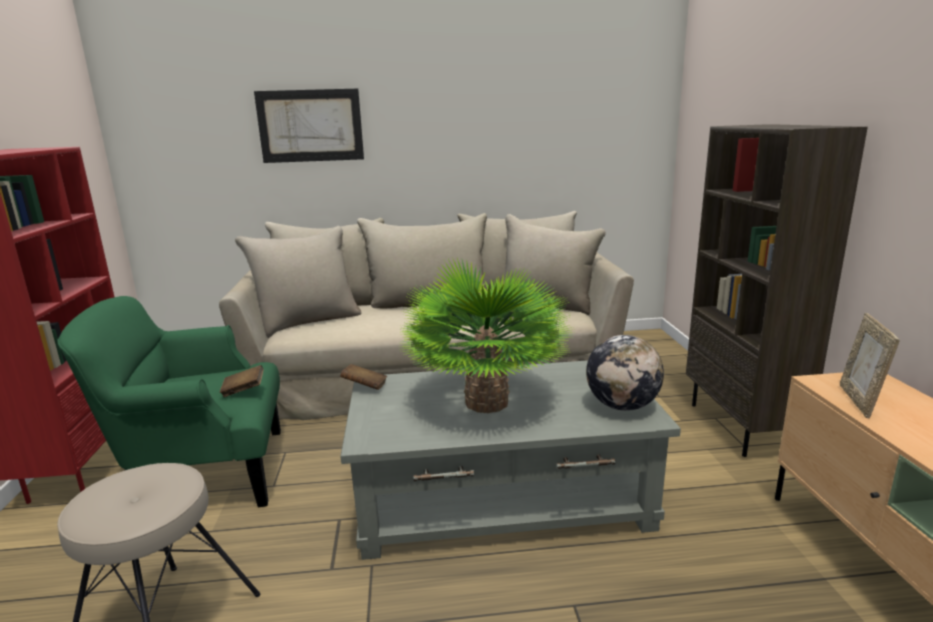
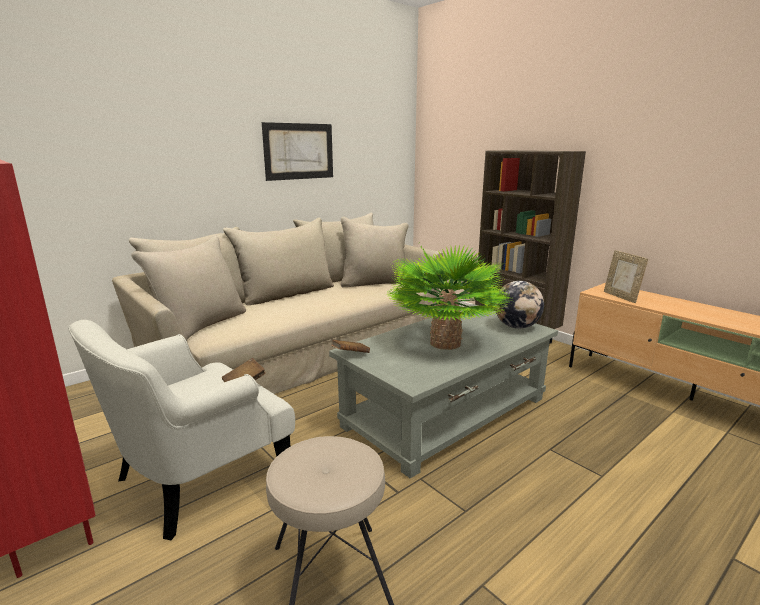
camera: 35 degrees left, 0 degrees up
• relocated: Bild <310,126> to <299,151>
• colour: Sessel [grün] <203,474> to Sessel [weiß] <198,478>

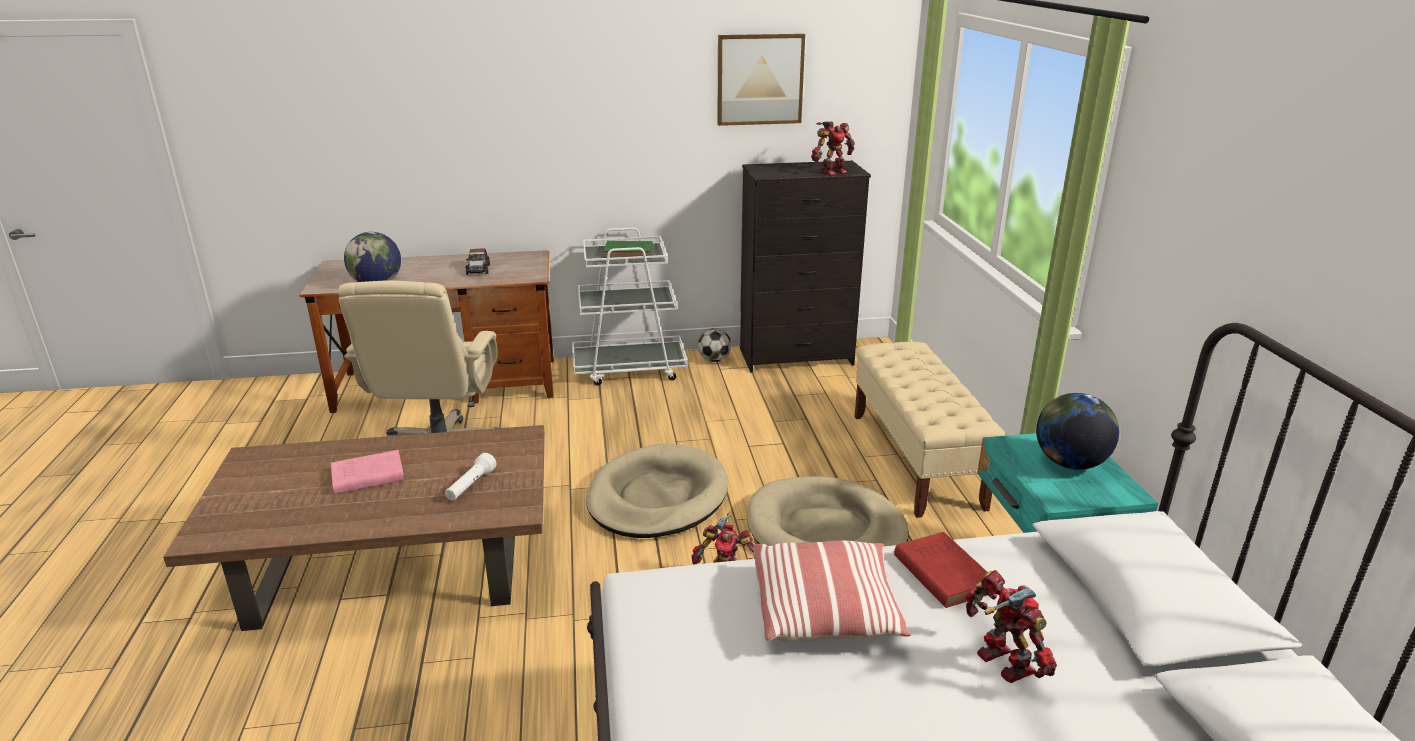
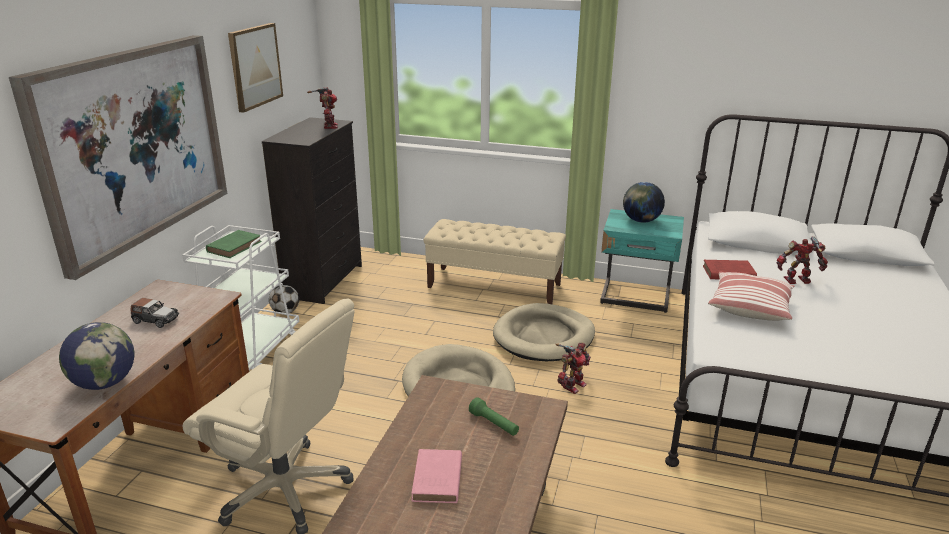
camera: 65 degrees left, 0 degrees up
• colour: Taschenlampe [weiß] <470,486> to Taschenlampe [grün] <494,424>
• appeared: Bild <134,146>

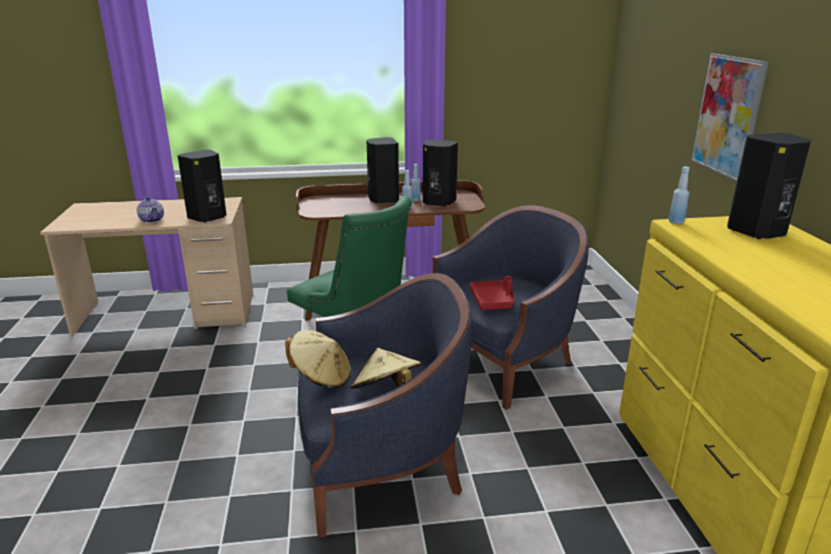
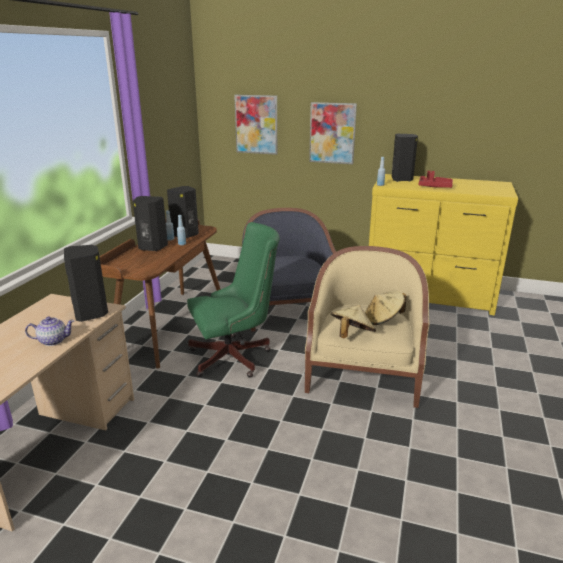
camera: 65 degrees left, 0 degrees up
• colour: Sessel [blau] <380,464> to Sessel [beige] <363,374>
• relocated: Tablett [rot] <493,301> to <434,186>
• appeared: Bild <256,124>

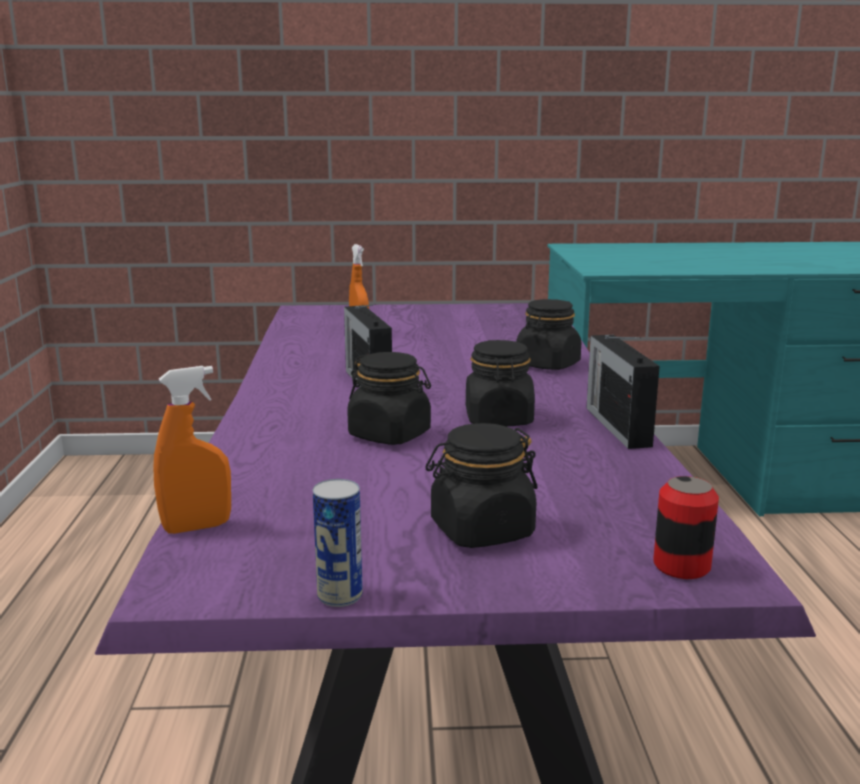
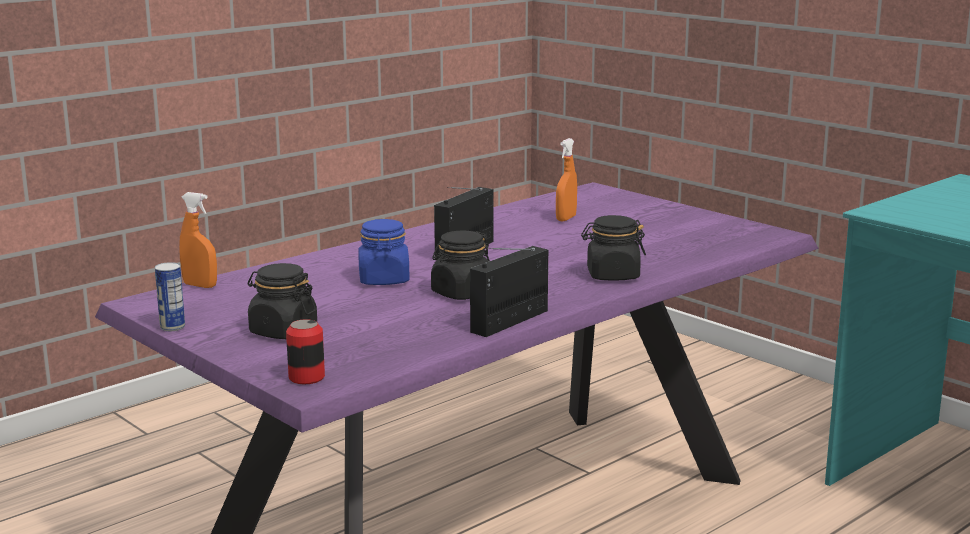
camera: 50 degrees right, 0 degrees up
• colour: Vorratsglas [schwarz] <390,435> to Vorratsglas [blau] <384,280>

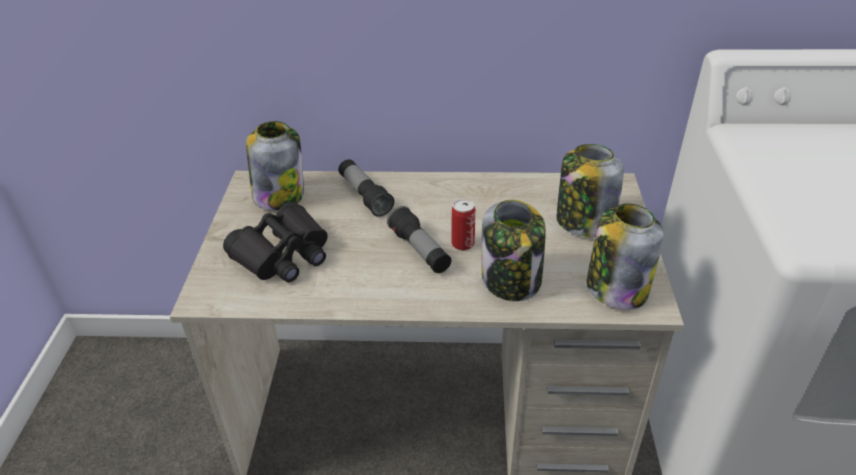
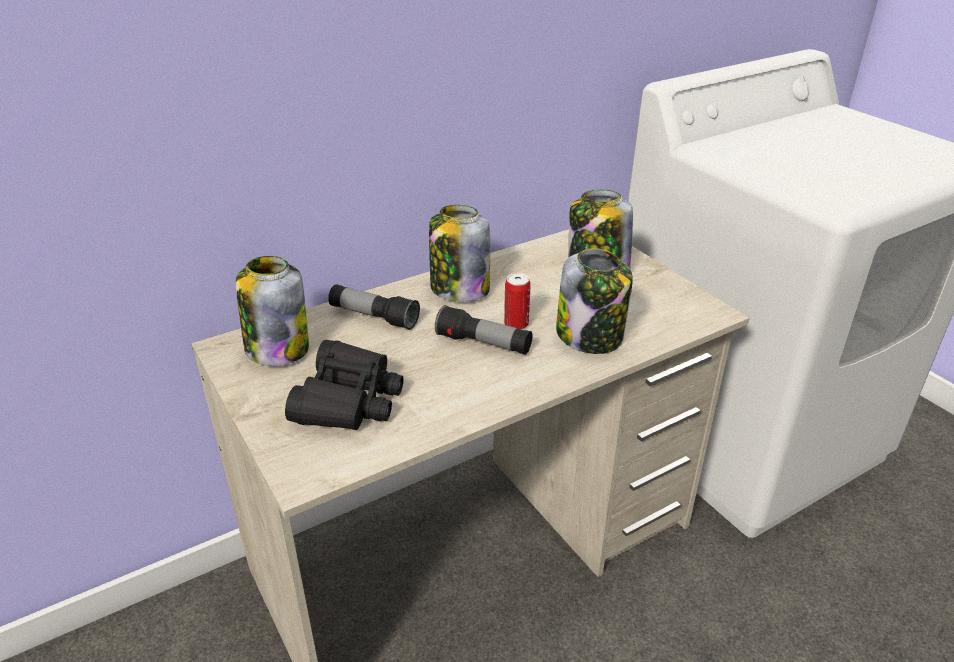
camera: 35 degrees left, 5 degrees down
• relocated: Vorratsglas <616,288> to <459,289>

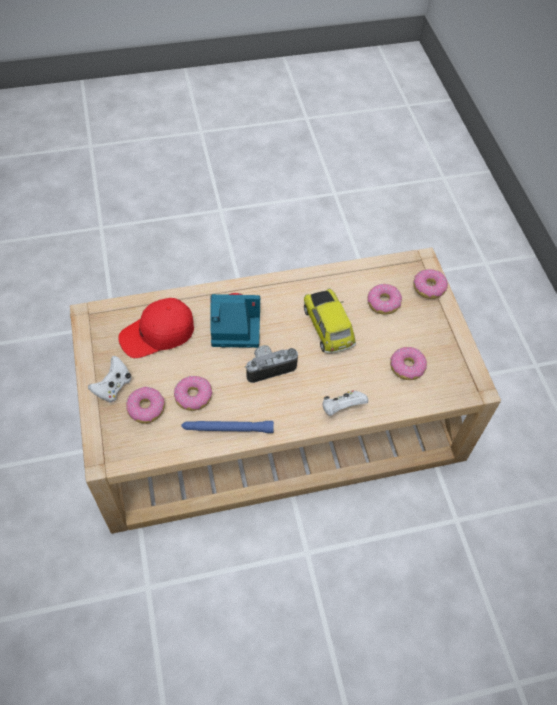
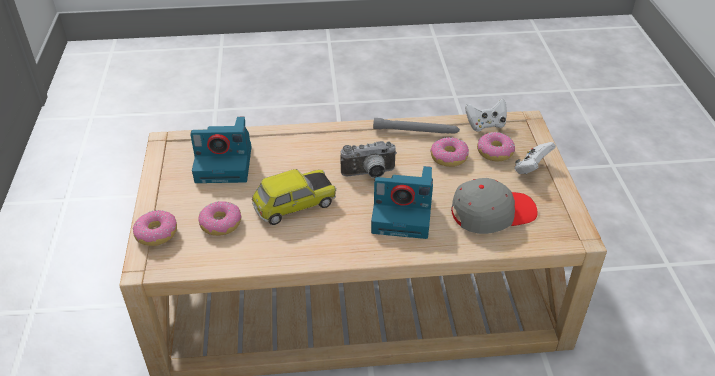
camera: 170 degrees left, 15 degrees down
• spun: Spielzeugauto <329,327> = <294,205> 105 degrees counterclockwise
• colour: Kappe [rot] <158,334> to Kappe [grau] <492,213>
• exchanged: Donut <407,367> to Kamera <225,163>
• relocated: Gamepad [weiß] <341,408> to <485,125>
• colour: Taschenlampe [blau] <227,429> to Taschenlampe [grau] <416,131>

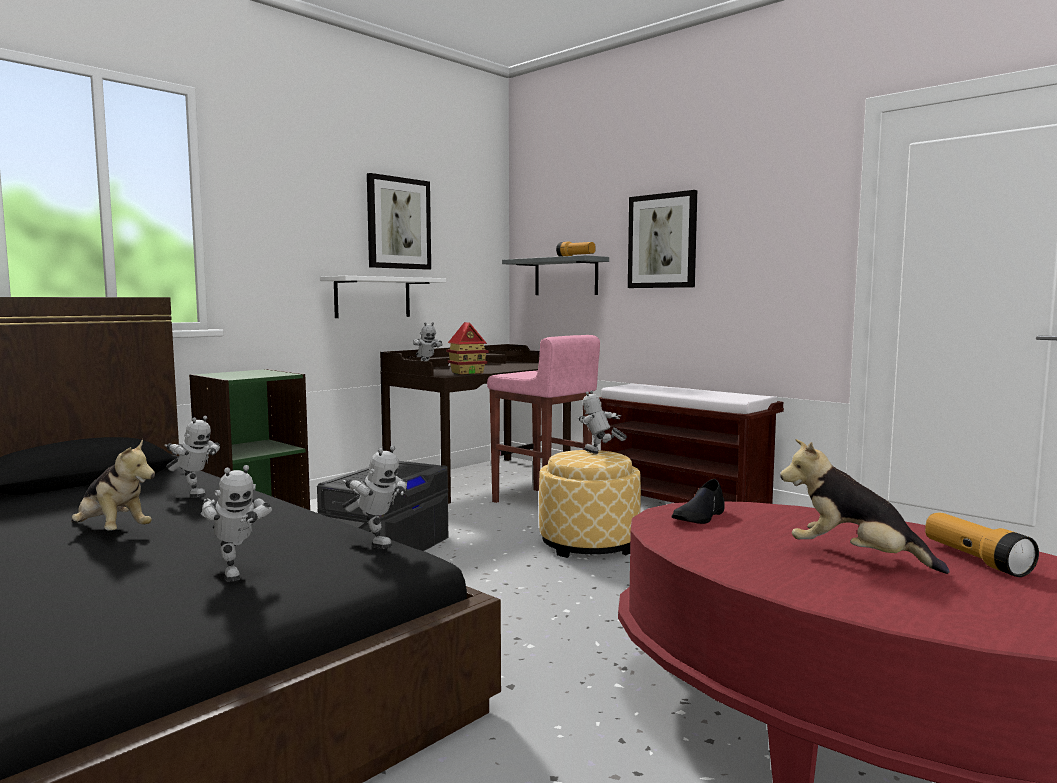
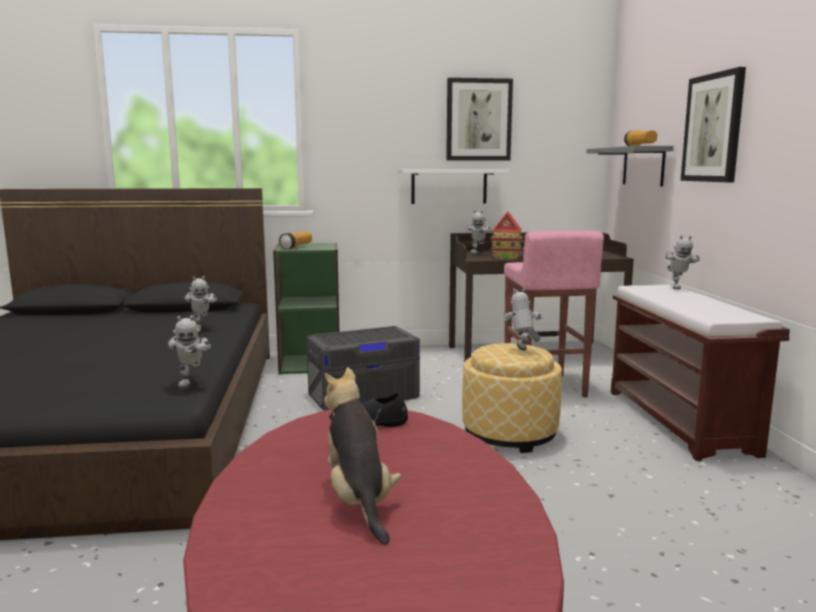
camera: 40 degrees right, 5 degrees up
• missing: Plüschtier <111,532>
• relocated: Spielzeugroboter <235,572> to <677,288>
• relocated: Taschenlampe <975,559> to <296,247>

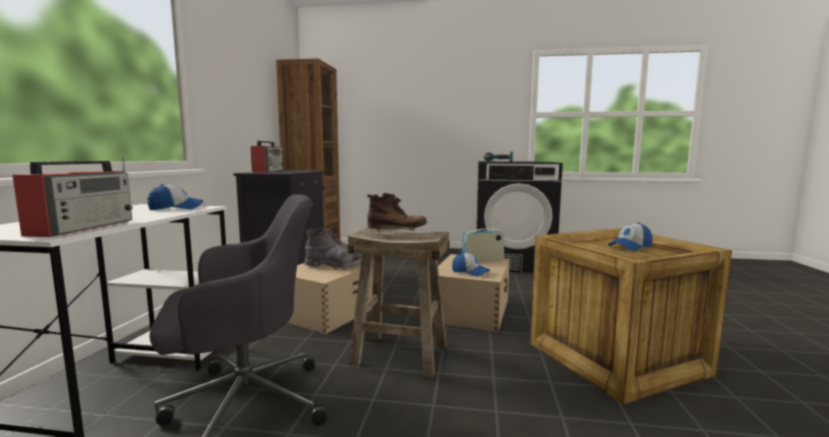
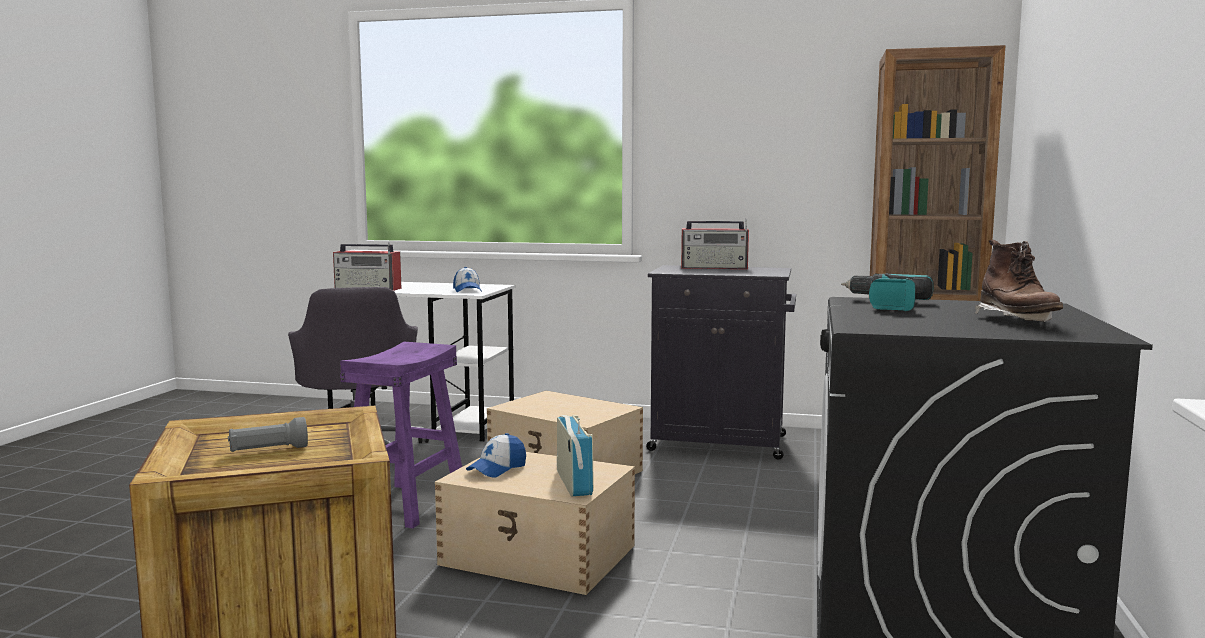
camera: 95 degrees right, 0 degrees up
• relocated: Stiefel [braun] <396,233> to <1017,321>
• exchanged: Kappe <630,247> to Taschenlampe [grau] <268,450>
• colour: Hocker [beige] <399,355> to Hocker [lila] <405,504>
• missing: Stiefel [grau] <335,266>

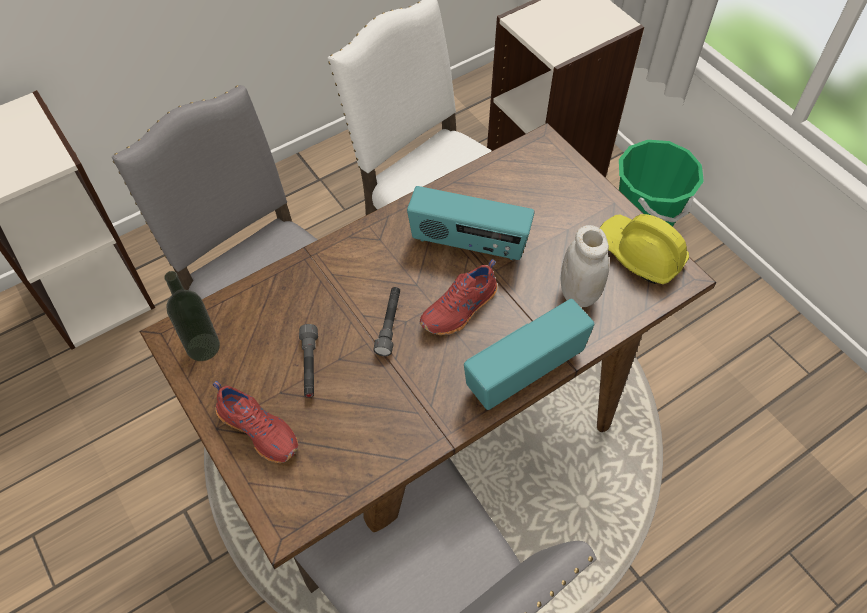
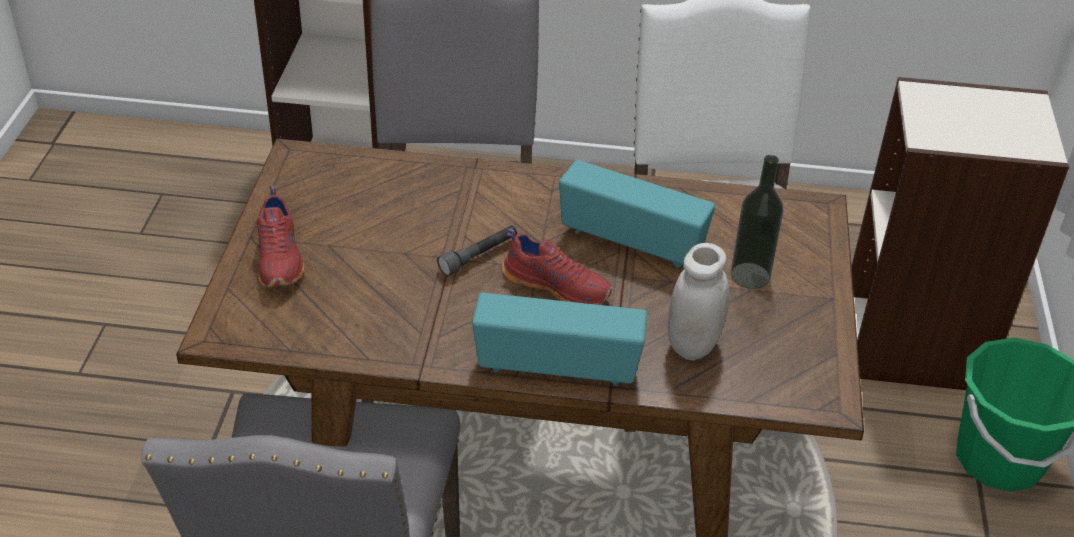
camera: 40 degrees right, 15 degrees down
• spun: Radio <468,243> = <632,241> 150 degrees clockwise
• missing: Schutzhelm [gelb] <639,254>
• spun: Schuh [rot] <460,310> = <557,285> 150 degrees counterclockwise
• relocated: Flasche <203,347> to <750,275>
• missing: Taschenlampe [grau] <310,366>

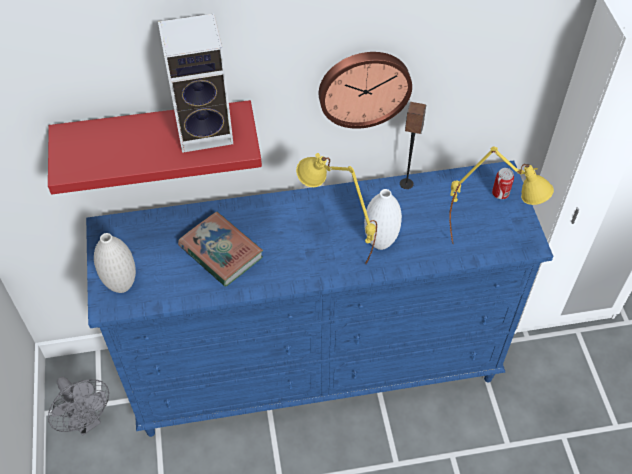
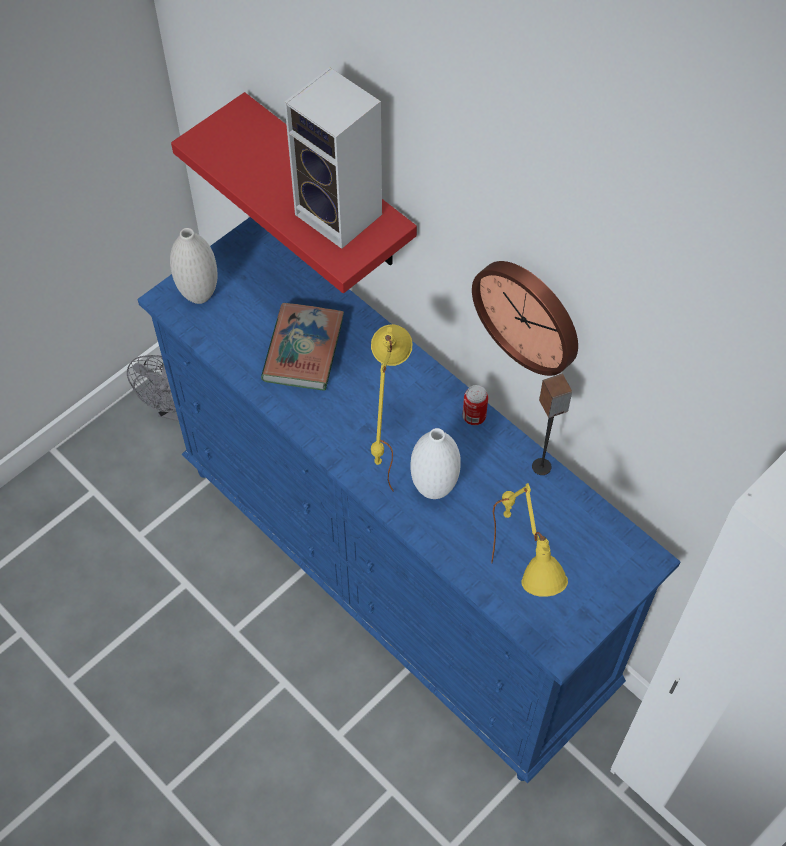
camera: 55 degrees right, 5 degrees up
• relocated: Dose <500,194> to <474,417>

